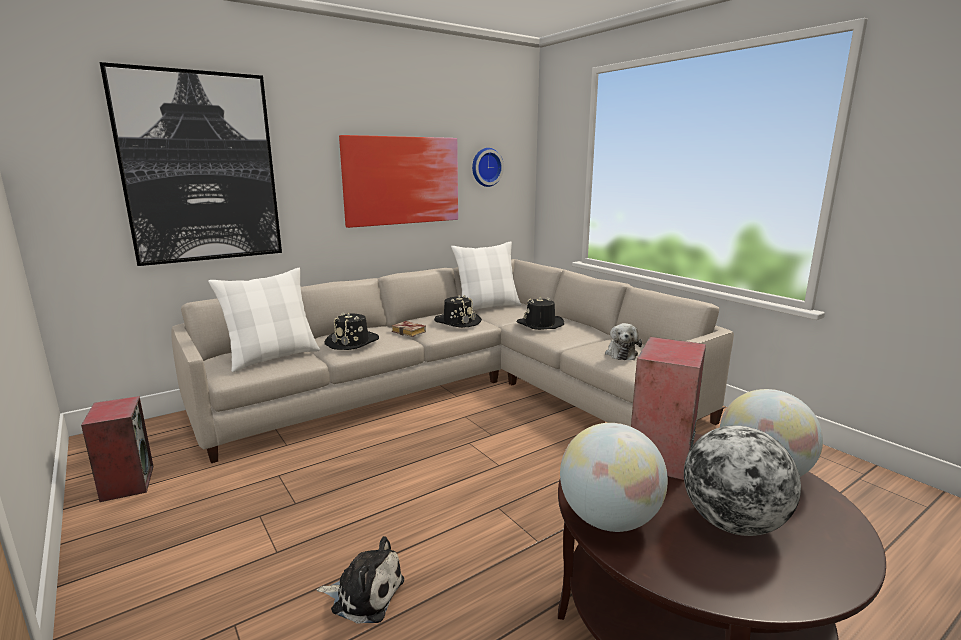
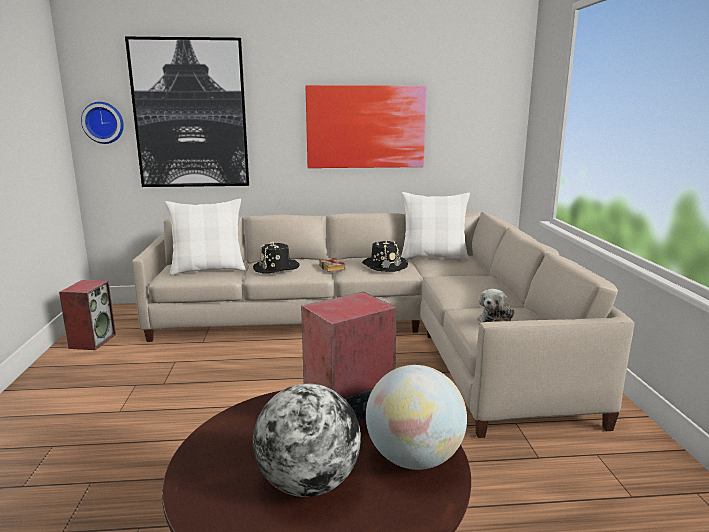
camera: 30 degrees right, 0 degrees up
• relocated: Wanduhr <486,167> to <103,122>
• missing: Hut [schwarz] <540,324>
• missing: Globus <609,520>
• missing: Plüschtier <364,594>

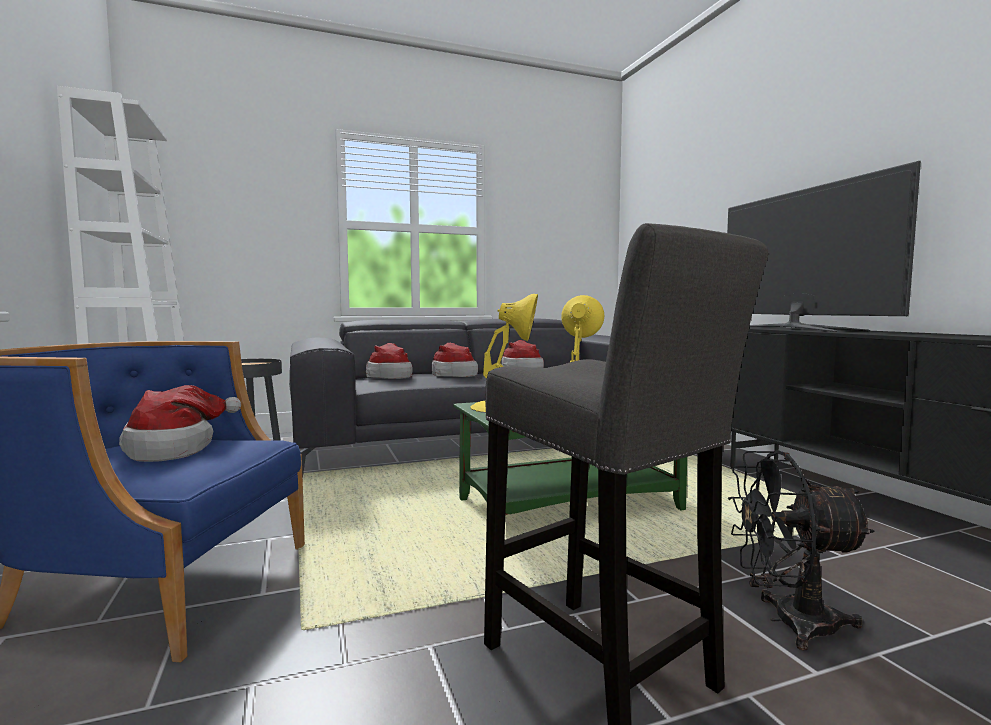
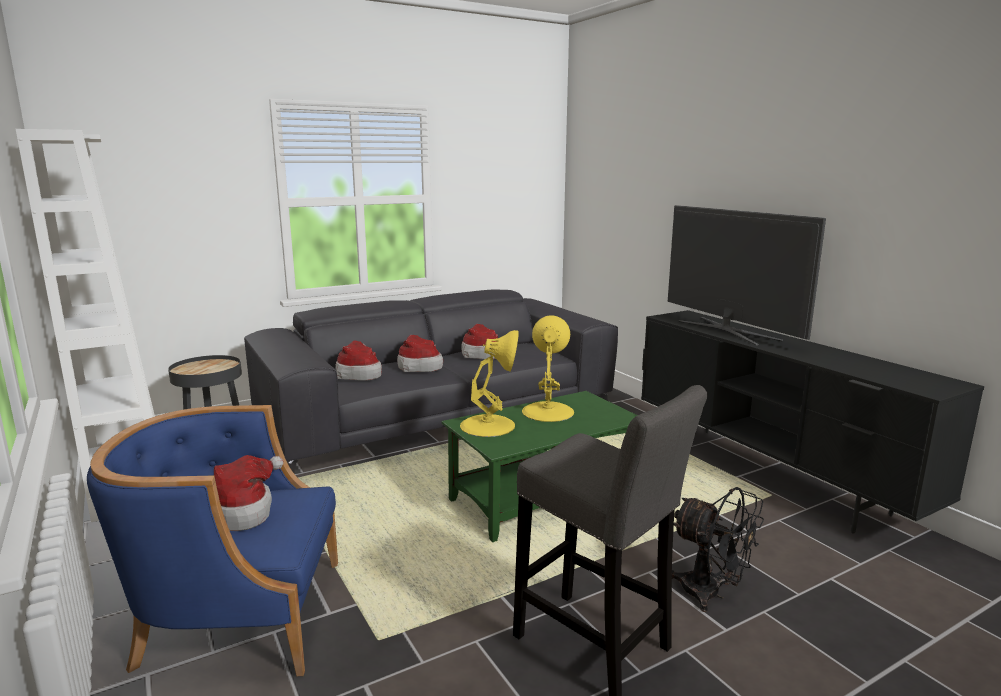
camera: 10 degrees left, 10 degrees up
• spun: Ventilator [schwarz] <788,622> = <711,594> 135 degrees counterclockwise

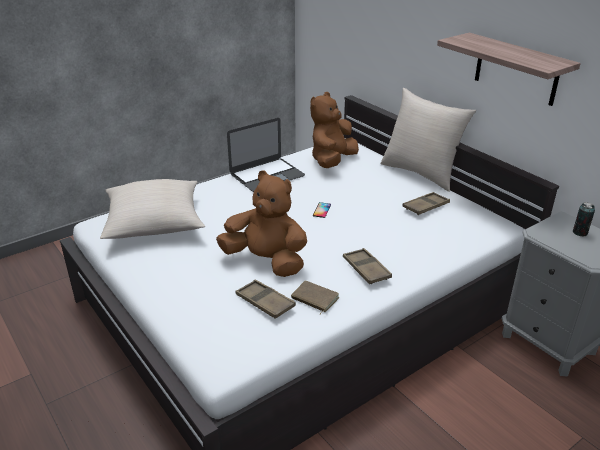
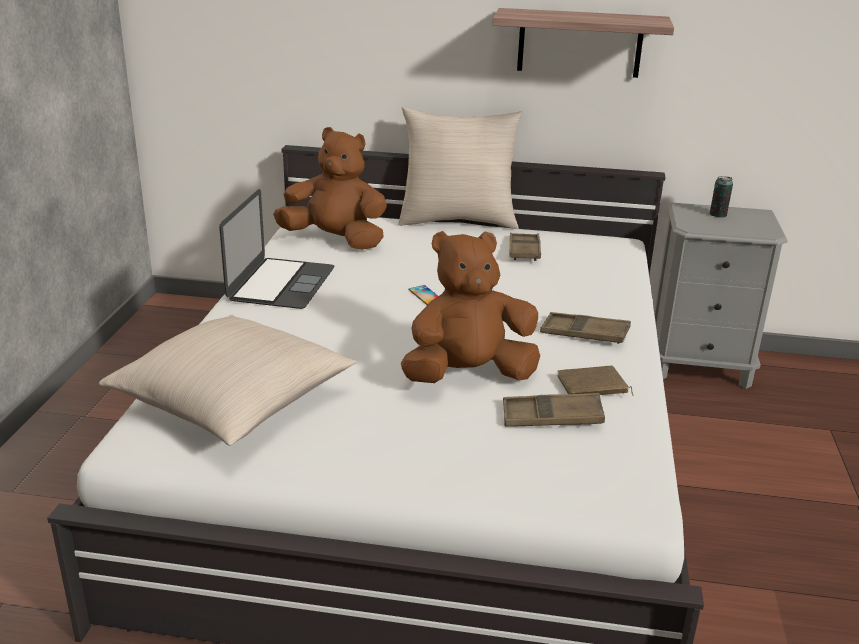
camera: 45 degrees left, 5 degrees down
• spun: Plüschtier [braun] <332,161> = <335,240> 120 degrees clockwise

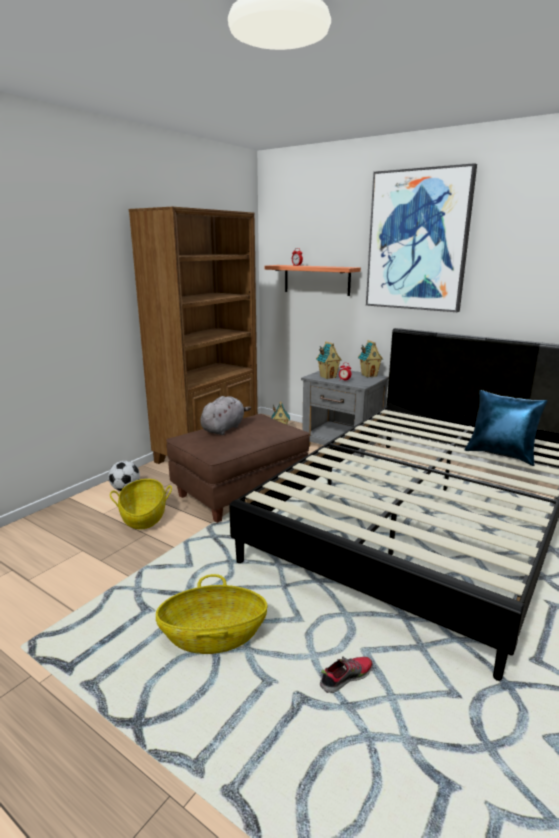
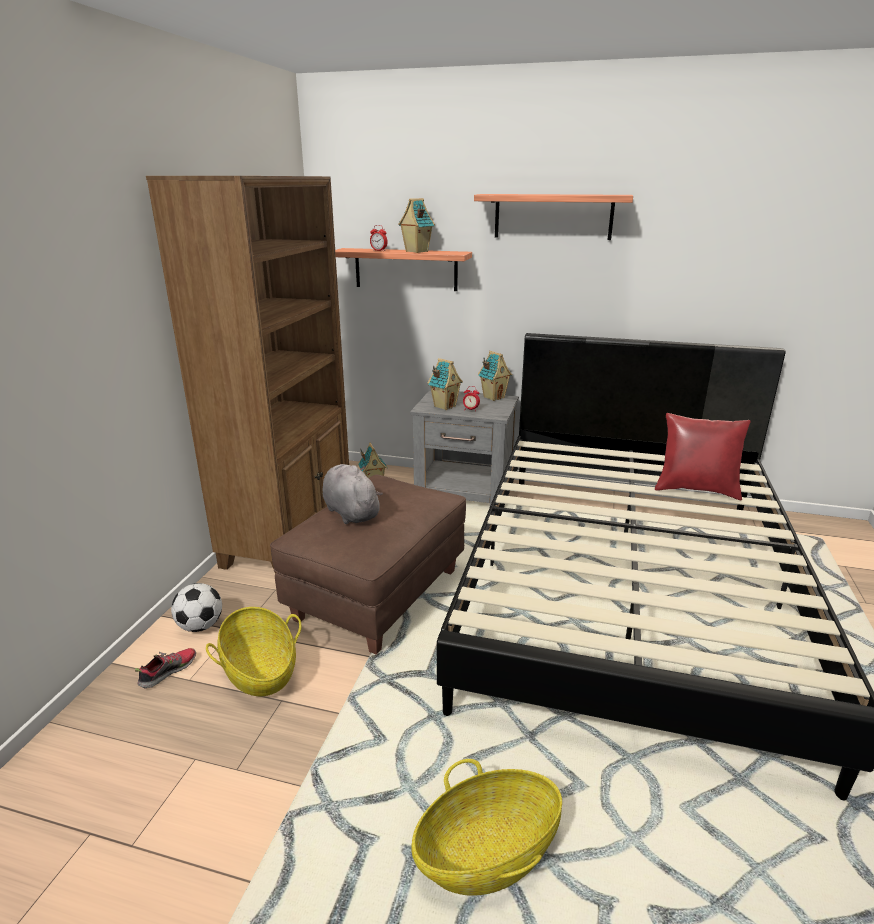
camera: 20 degrees left, 5 degrees up
• exchanged: Bild <417,241> to Wandregal <553,216>
• colour: Kissen [blau] <501,455> to Kissen [rot] <696,489>
• spun: Plüschtier [grau] <224,428> = <350,512> 45 degrees counterclockwise
• relocated: Schuh <346,677> to <168,671>
• appeared: Spielzeughaus <416,251>

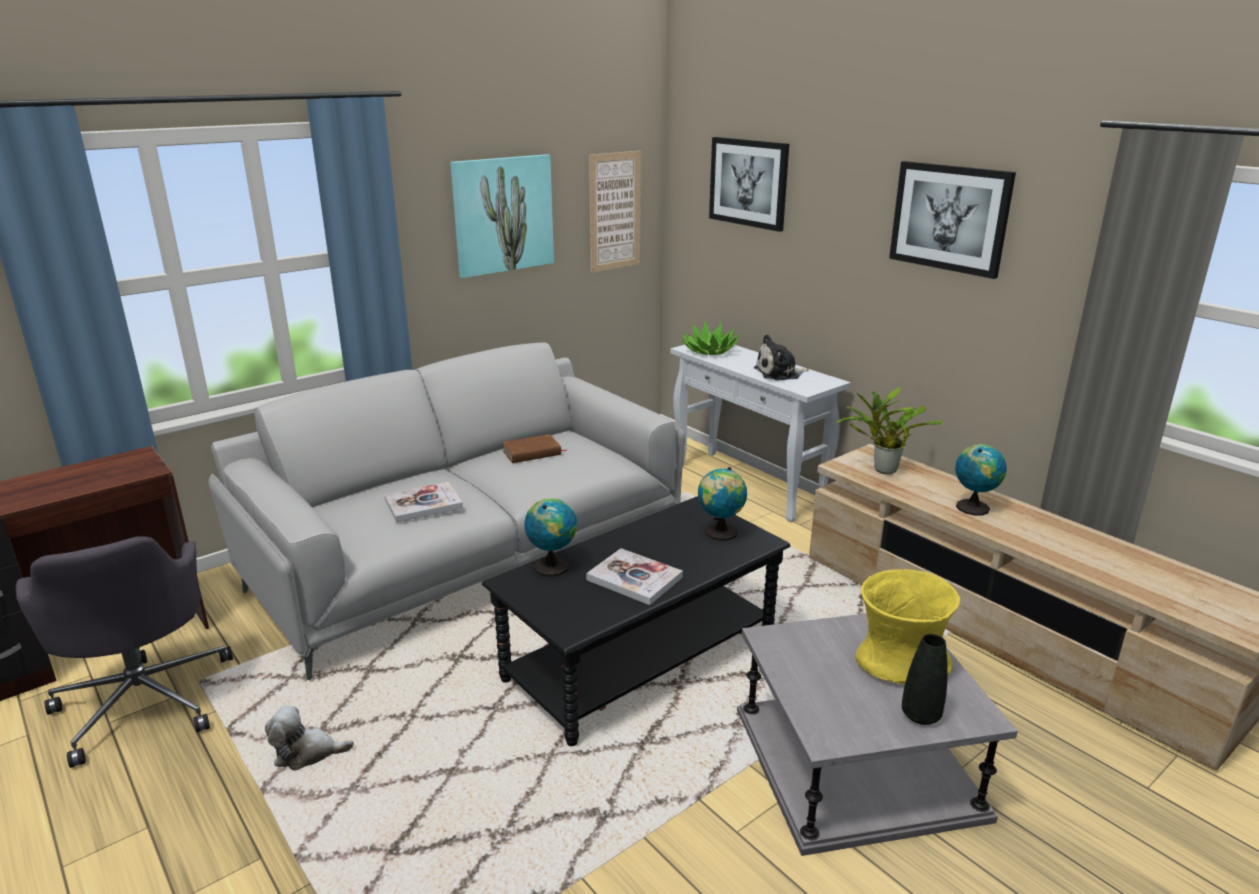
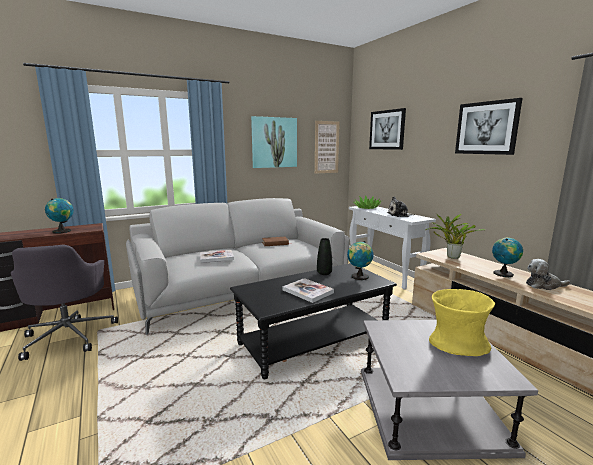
camera: 10 degrees right, 10 degrees down
• relocated: Globus <552,565> to <63,231>
• relocated: Vase [schwarz] <920,715> to <324,273>
• relocated: Plüschtier <307,753> to <544,285>

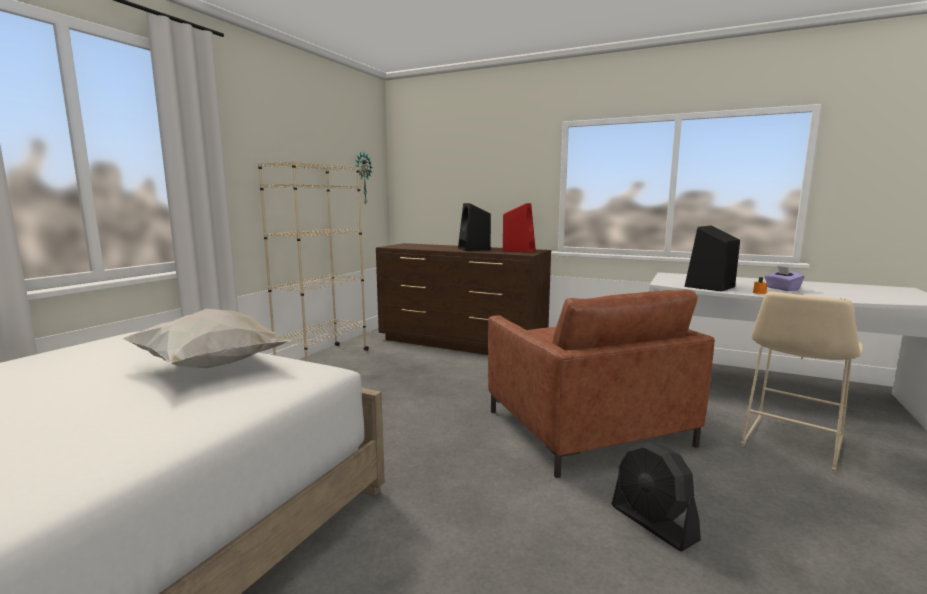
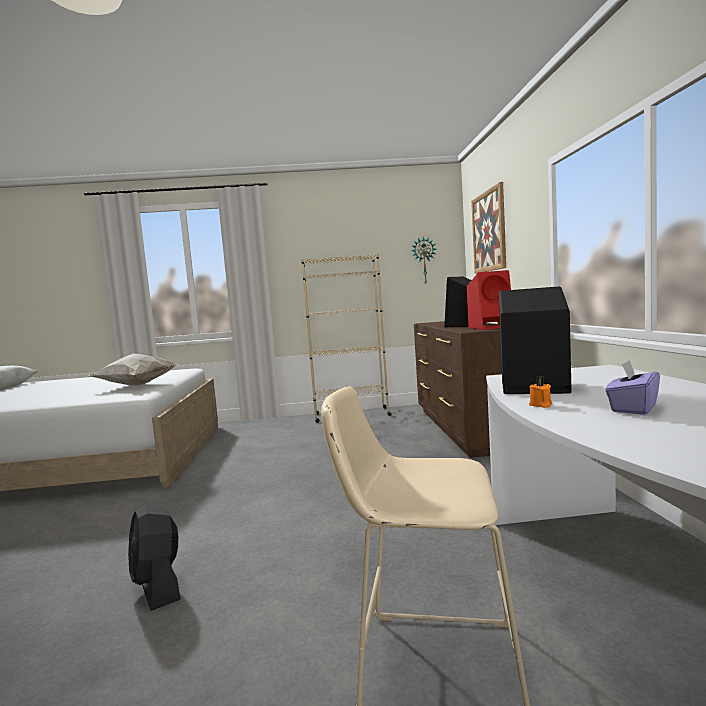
camera: 60 degrees right, 5 degrees down
• missing: Sessel [braun] <586,428>
• spun: Ventilator [schwarz] <653,523> = <158,586> 60 degrees counterclockwise
• appeared: Bild <489,231>

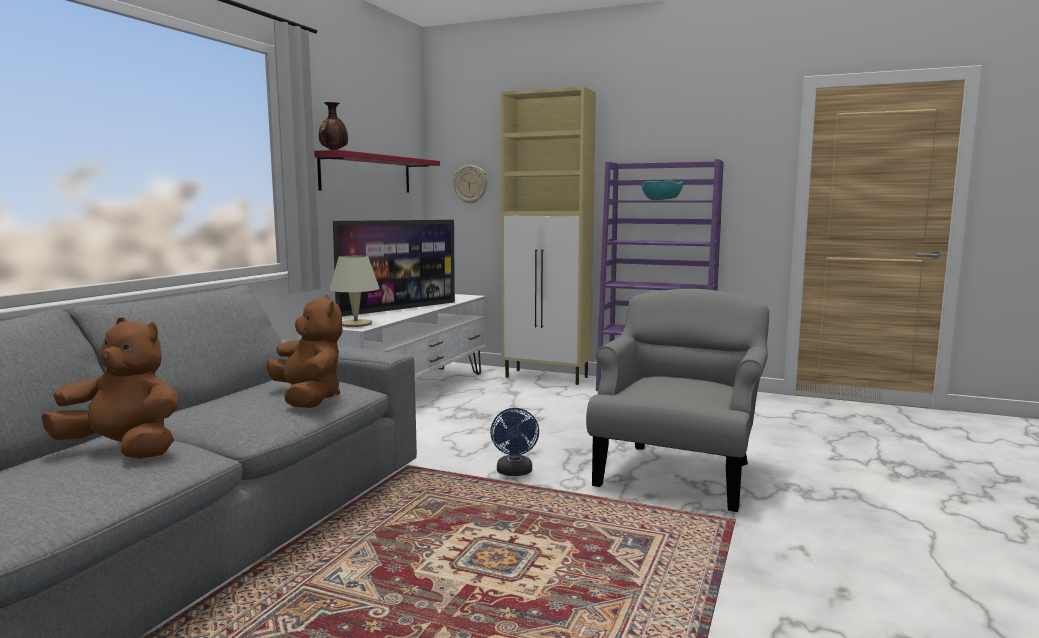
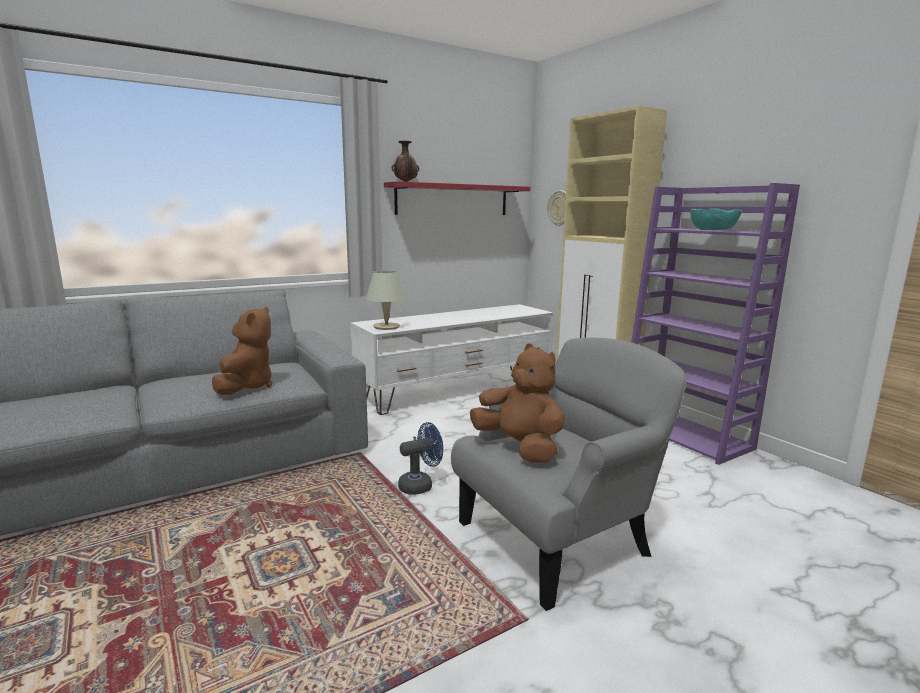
camera: 35 degrees right, 5 degrees up
• missing: Fernseher <398,309>
• relocated: Plüschtier [braun] <124,450> to <519,447>
• spun: Ventilator [blau] <515,472> = <420,485> 150 degrees counterclockwise

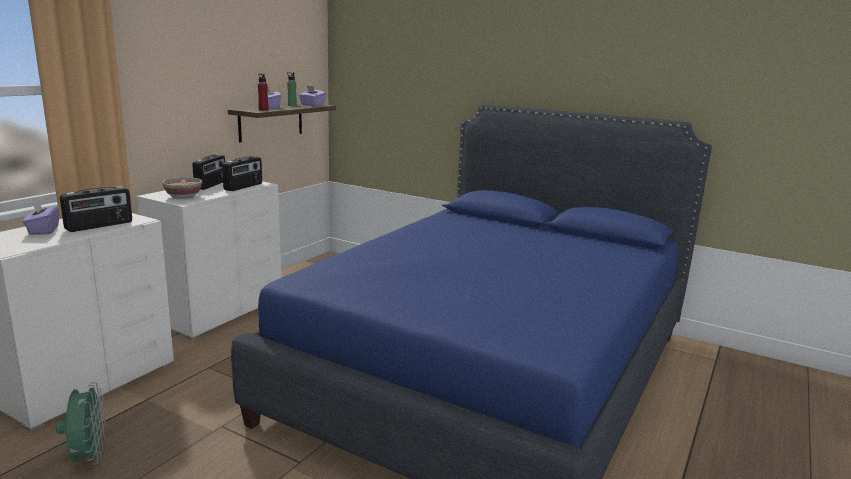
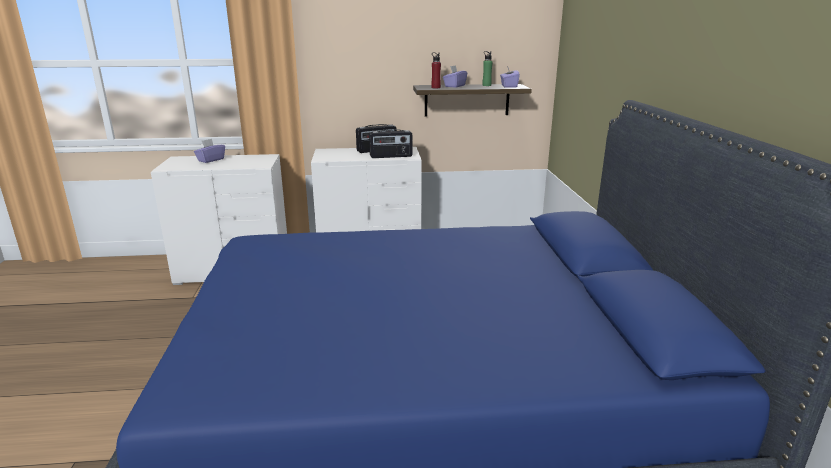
camera: 55 degrees right, 5 degrees up
• missing: Schüssel <183,196>
• missing: Radio <99,226>
• missing: Ventilator [grün] <88,457>

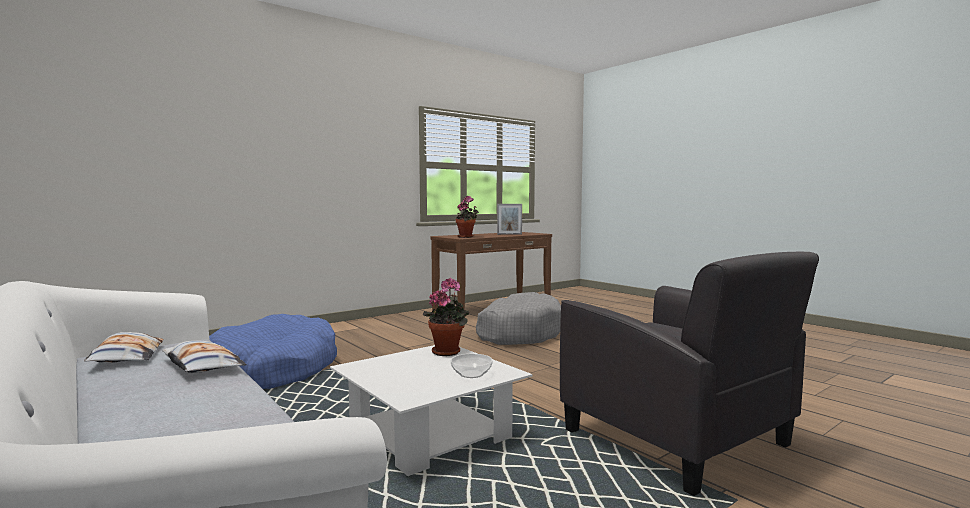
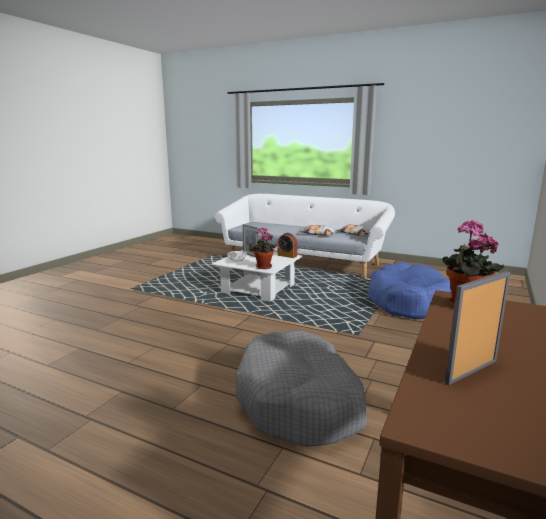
camera: 155 degrees right, 10 degrees up
• missing: Sessel [schwarz] <677,438>
• appeared: Bilderrahmen <250,255>
• appeared: Wecker <287,255>

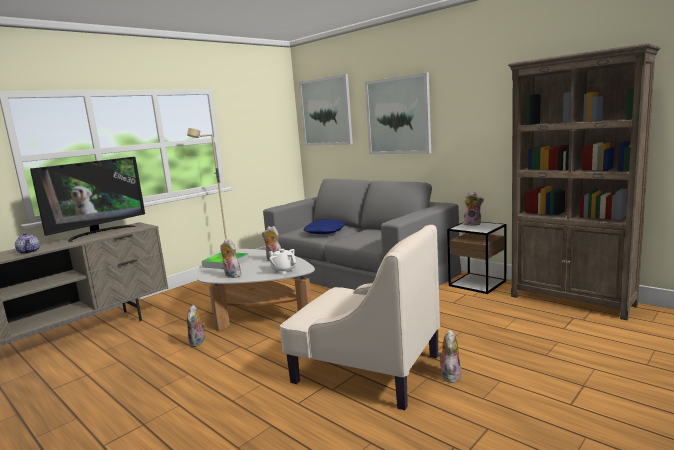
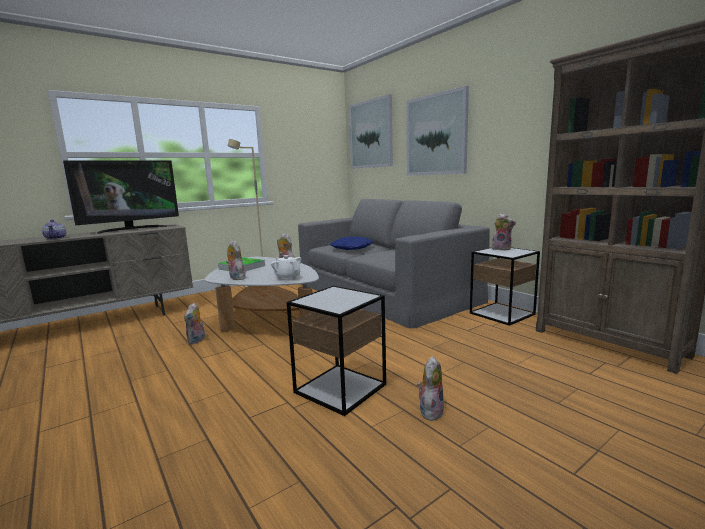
camera: 10 degrees right, 0 degrees up
• exchanged: Sessel [beige] <365,368> to Beistelltisch <340,388>

